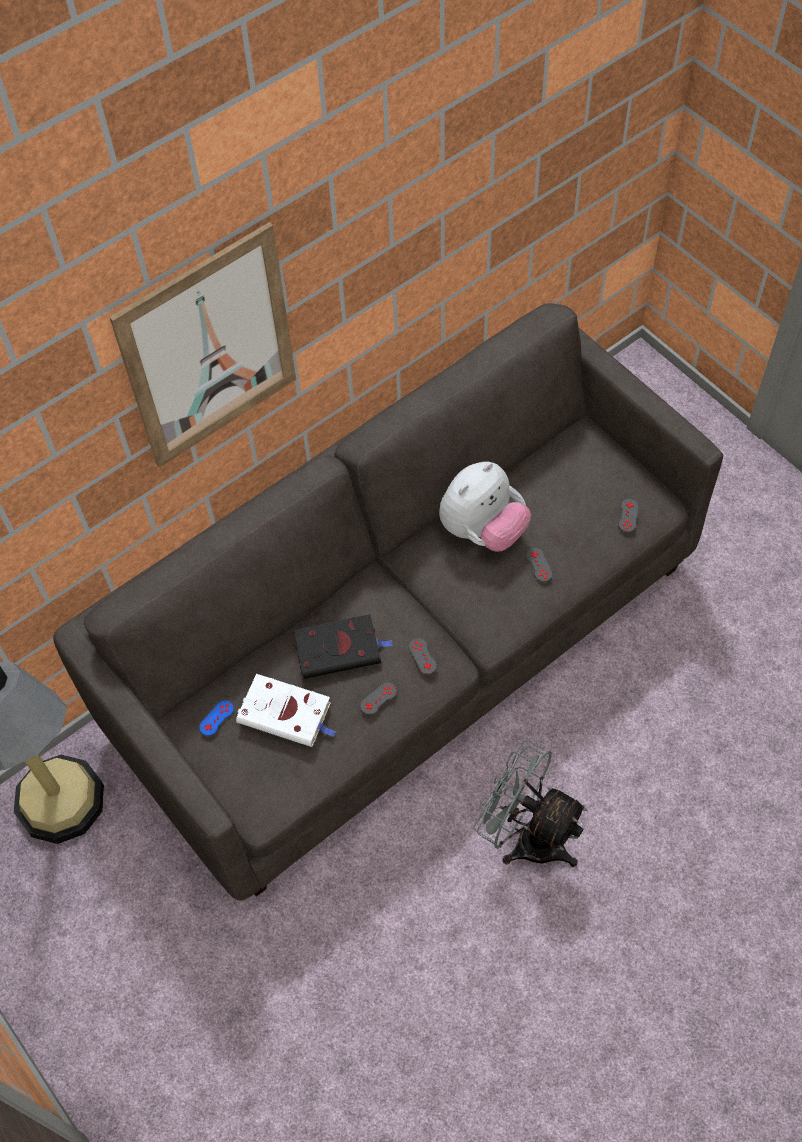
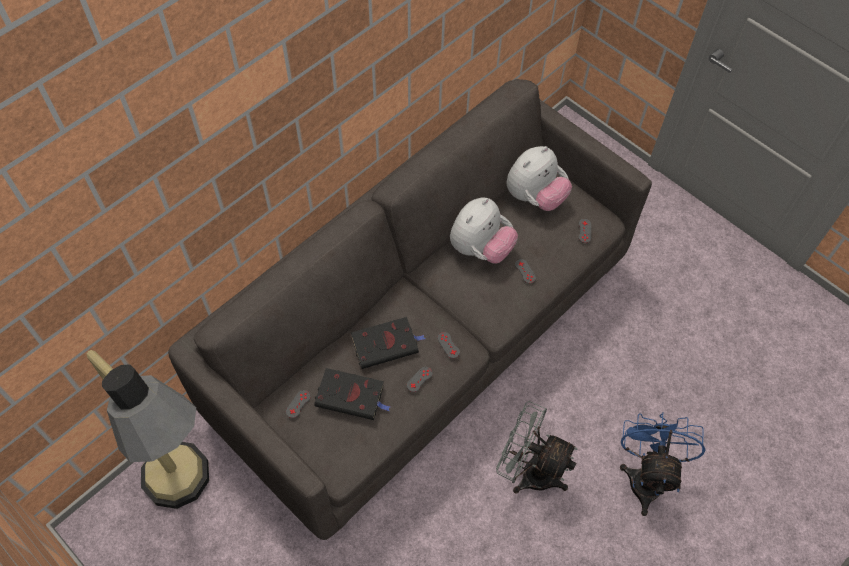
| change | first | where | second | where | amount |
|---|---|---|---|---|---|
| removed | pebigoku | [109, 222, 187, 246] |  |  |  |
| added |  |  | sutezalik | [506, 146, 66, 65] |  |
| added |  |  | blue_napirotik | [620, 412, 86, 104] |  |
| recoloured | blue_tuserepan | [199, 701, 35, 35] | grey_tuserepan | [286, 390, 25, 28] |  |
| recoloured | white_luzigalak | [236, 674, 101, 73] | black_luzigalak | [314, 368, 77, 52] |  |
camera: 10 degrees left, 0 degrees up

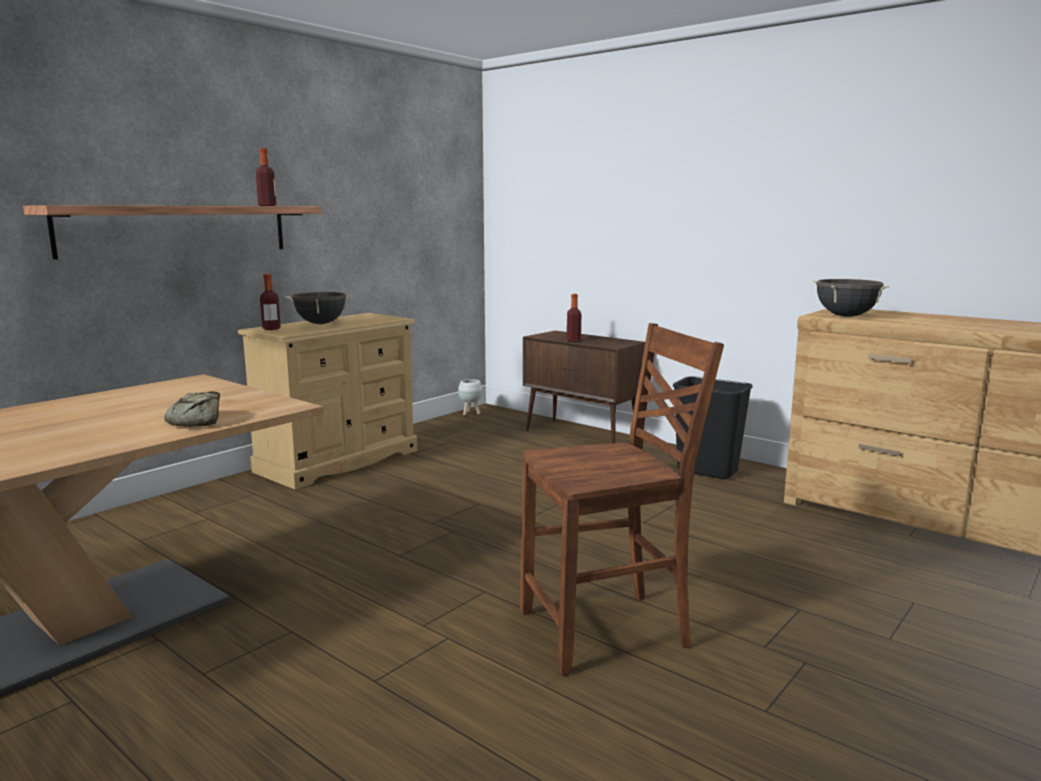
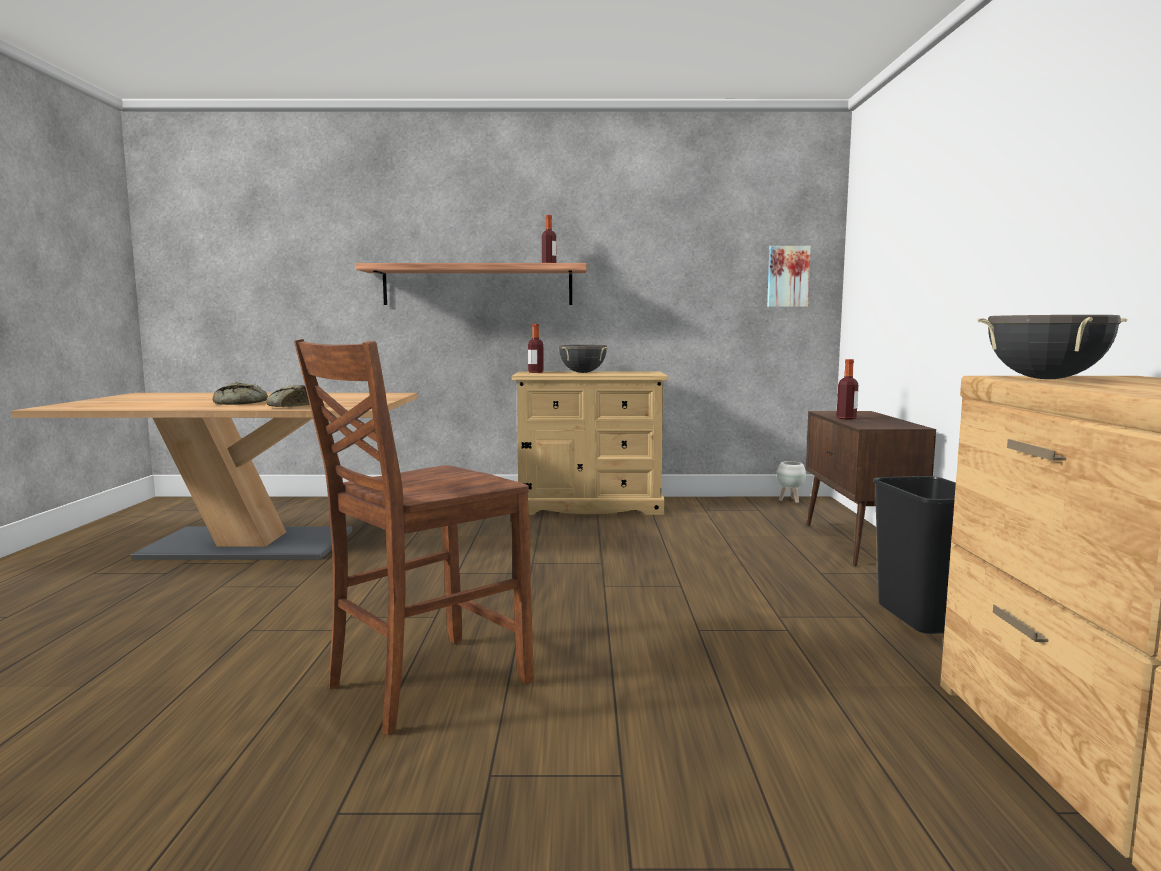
| change | first | where | second | where | amount |
|---|---|---|---|---|---|
| added |  |  | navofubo | [212, 382, 56, 23] |  |
| added |  |  | pebigoku | [767, 246, 44, 61] |  |
| turned | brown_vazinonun | [520, 323, 204, 353] |  | [294, 339, 240, 396] | 105 degrees clockwise |
camera: 50 degrees right, 5 degrees down

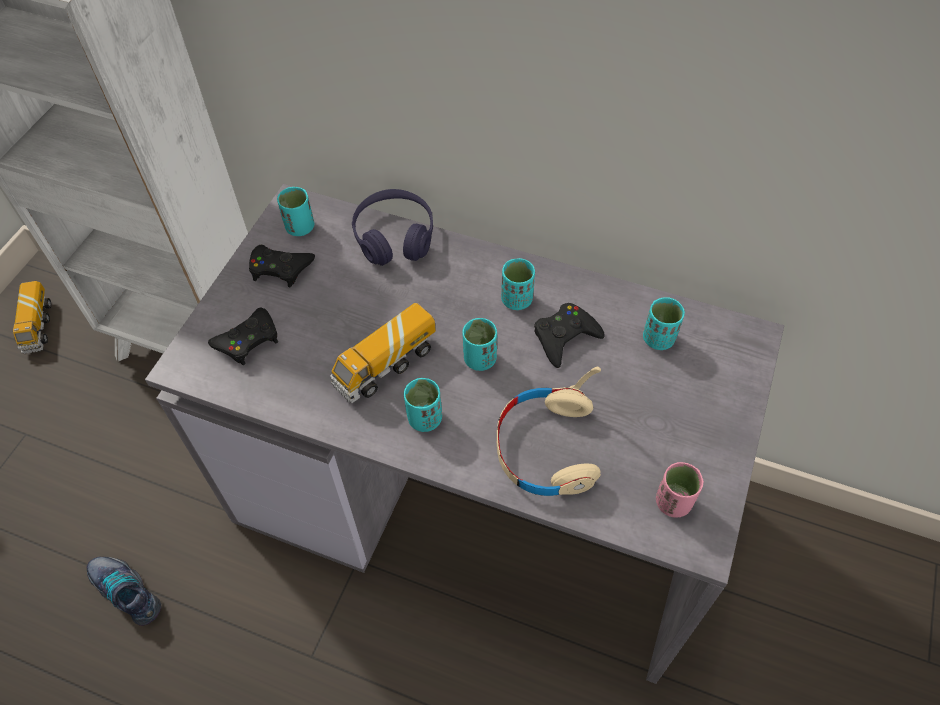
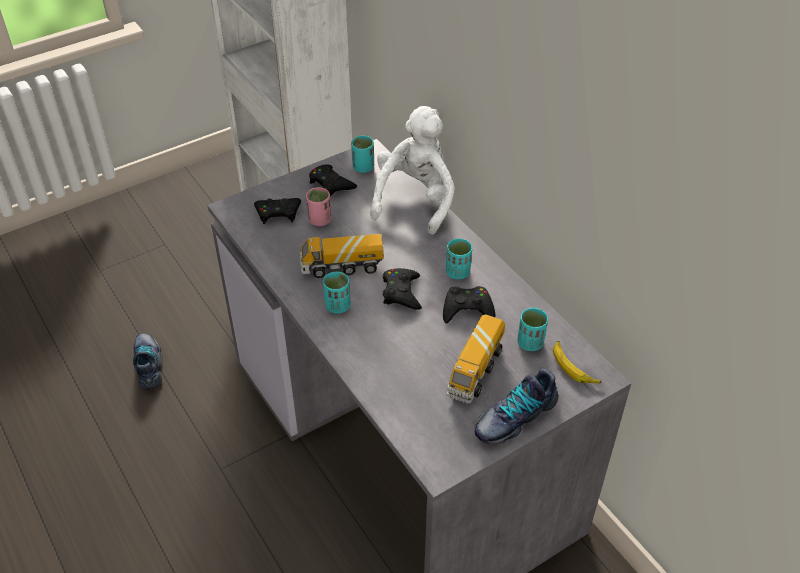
| change | first | where | second | where | amount |
|---|---|---|---|---|---|
| removed | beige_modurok | [497, 367, 104, 129] |  |  |  |
| added |  |  | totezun | [475, 369, 83, 76] |  |
| added |  |  | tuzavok | [553, 341, 49, 43] |  |
| moved | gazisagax | [13, 281, 39, 73] |  | [446, 314, 59, 90] |  |
| moved | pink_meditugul | [656, 462, 47, 56] |  | [306, 187, 26, 39] |  |
| replaced | purple_modurok | [352, 189, 81, 77] | white_sutezalik | [370, 106, 85, 129] |  |
| replaced | turquoise_meditugul | [462, 318, 35, 53] | black_tuserepan | [383, 268, 39, 42] |  |
camera: 35 degrees right, 10 degrees down

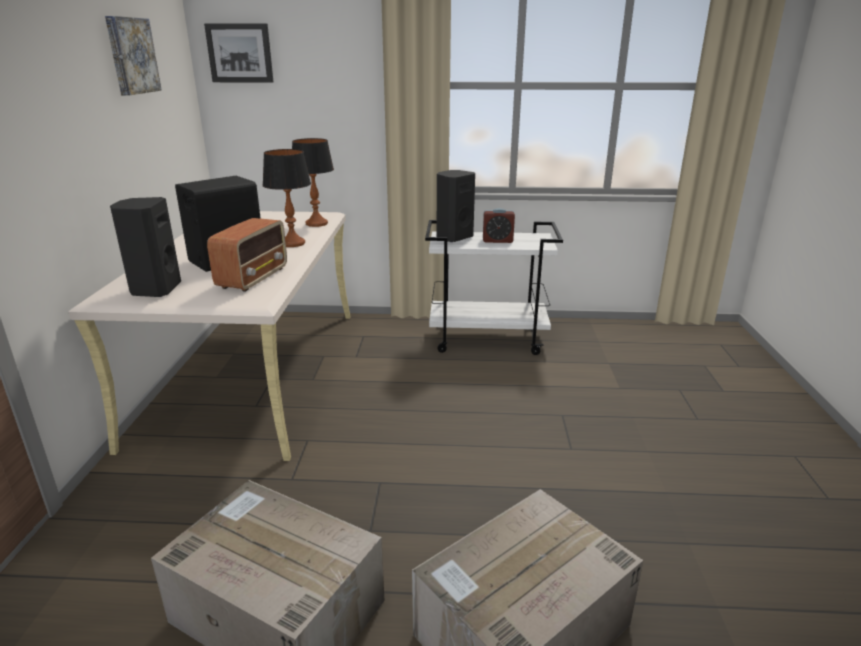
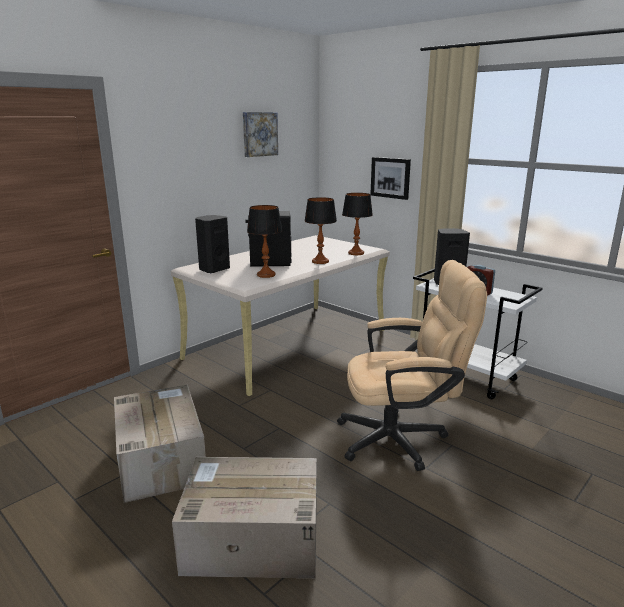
| change | first | where | second | where | amount |
|---|---|---|---|---|---|
| added |  |  | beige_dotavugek | [337, 260, 150, 211] |  |
| moved | pebigoku | [204, 23, 69, 60] |  | [371, 157, 40, 43] |  |
| replaced | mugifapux | [207, 218, 80, 74] | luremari | [247, 205, 36, 73] |  |
camera: 40 degrees right, 5 degrees down

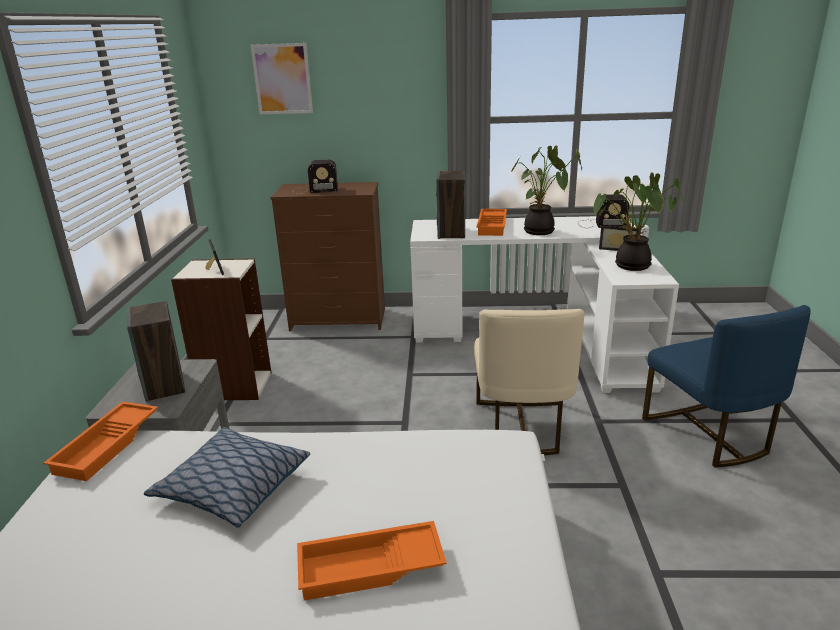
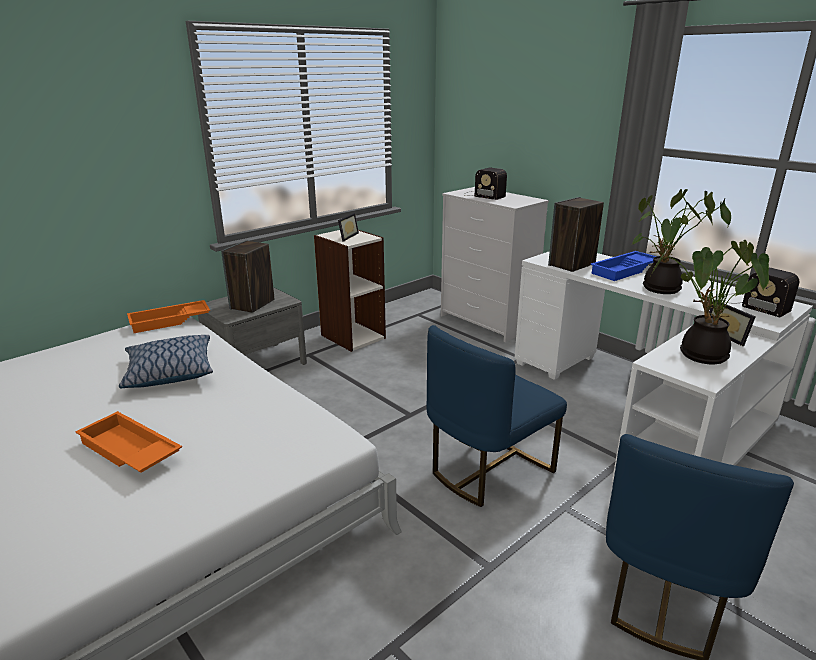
| change | first | where | second | where | amount |
|---|---|---|---|---|---|
| removed | pebigoku | [250, 43, 63, 71] |  |  |  |
| recoloured | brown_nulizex | [270, 182, 115, 149] | white_nulizex | [441, 187, 108, 155] |  |
| recoloured | beige_vazinonun | [474, 309, 111, 146] | blue_vazinonun | [426, 325, 141, 182] |  |
| recoloured | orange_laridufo | [476, 209, 31, 27] | blue_laridufo | [590, 251, 67, 30] |  |
camera: 45 degrees right, 0 degrees up

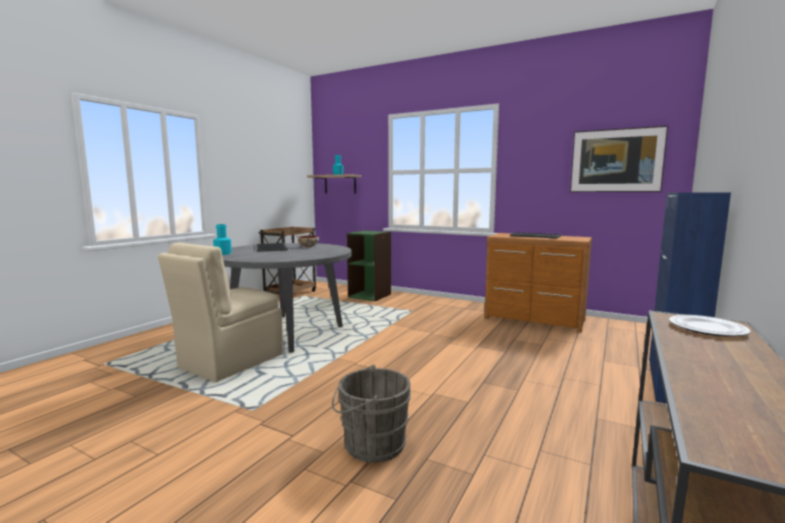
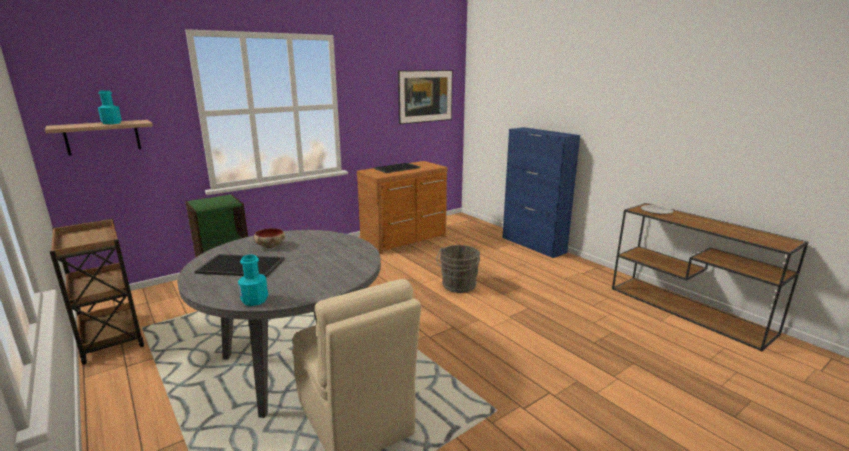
| change | first | where | second | where | amount |
|---|---|---|---|---|---|
| moved | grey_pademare | [332, 365, 79, 98] |  | [436, 245, 44, 48] |  |
camera: 65 degrees left, 10 degrees up

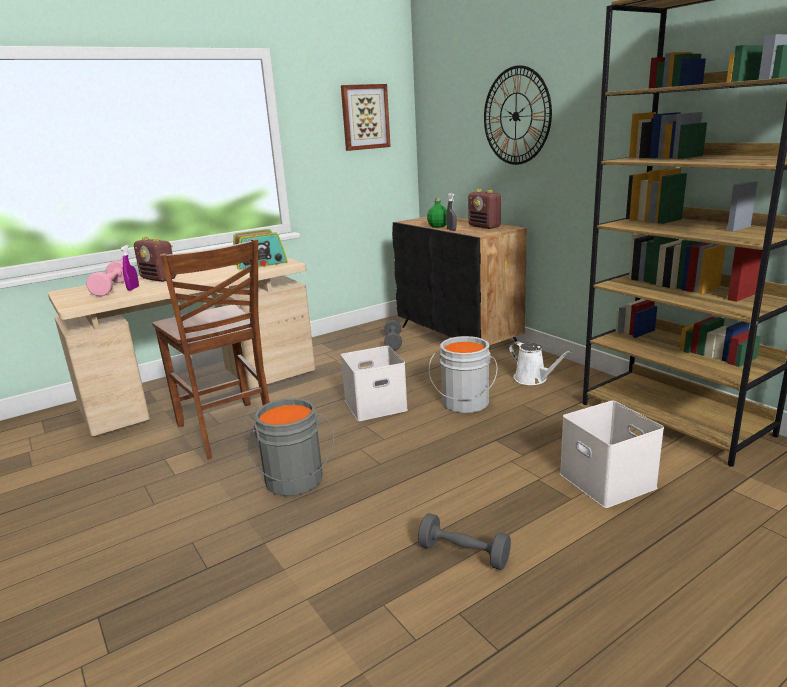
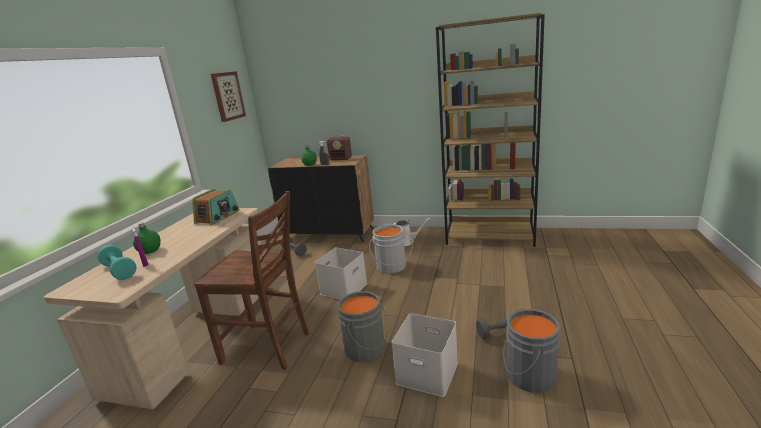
| change | first | where | second | where | amount |
|---|---|---|---|---|---|
| removed | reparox | [484, 65, 68, 100] |  |  |  |
| added |  |  | grey_pademare | [503, 309, 58, 84] |  |
| moved | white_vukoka | [560, 401, 104, 107] |  | [391, 313, 67, 84] |  |
| replaced | mugifapux | [134, 237, 42, 45] | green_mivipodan | [133, 223, 28, 31] |  |
| recoloured | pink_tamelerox | [86, 260, 39, 36] | turquoise_tamelerox | [97, 245, 40, 35] |  |
camera: 40 degrees left, 0 degrees up

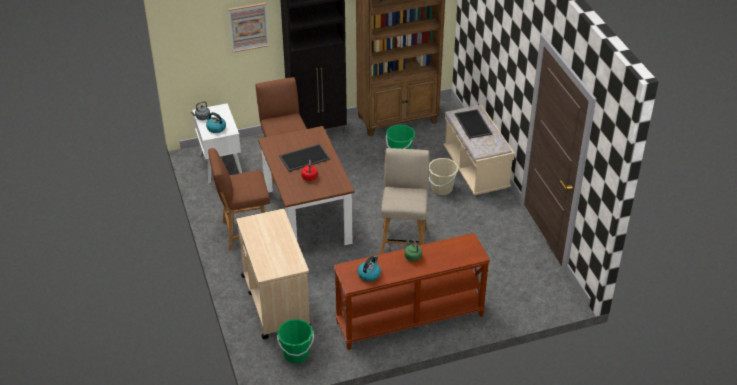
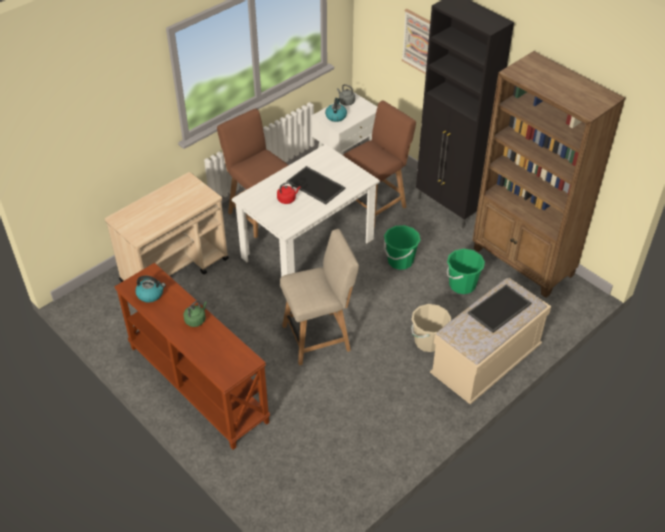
| change | first | where | second | where | amount |
|---|---|---|---|---|---|
| moved | green_pademare | [277, 319, 37, 44] |  | [384, 225, 37, 45] |  |
| recoloured | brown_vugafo | [258, 126, 97, 120] | white_vugafo | [232, 144, 148, 148] |  |
camera: 65 degrees right, 5 degrees up

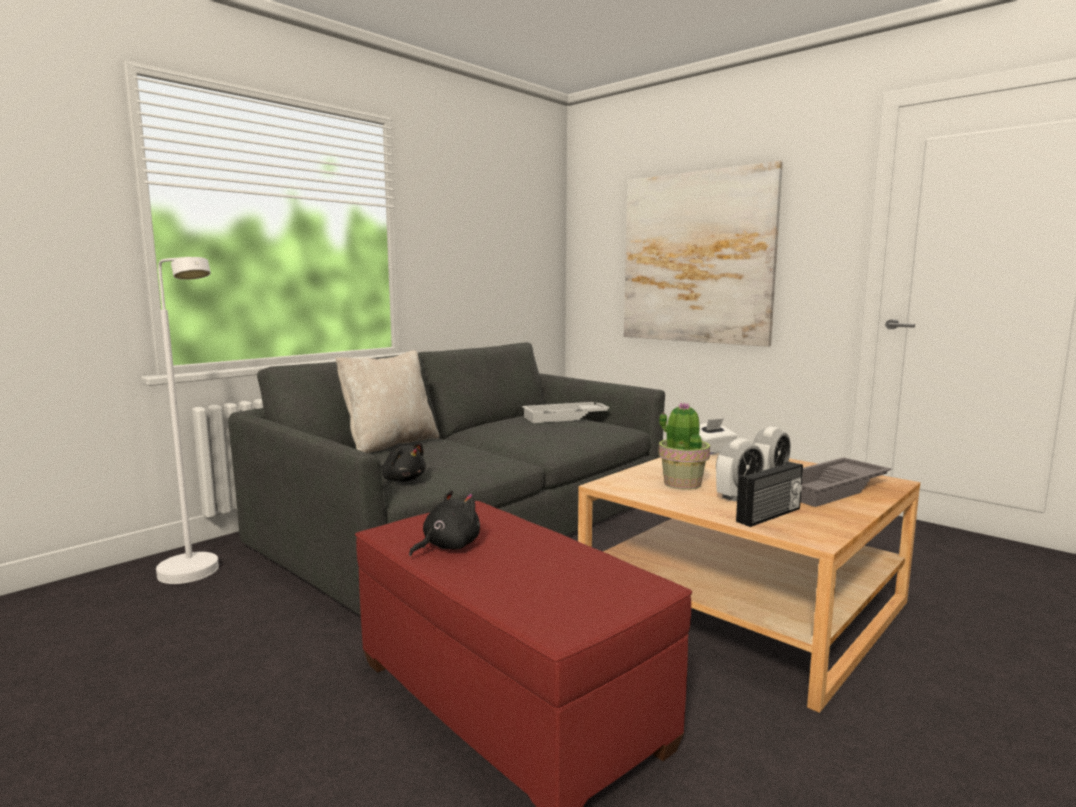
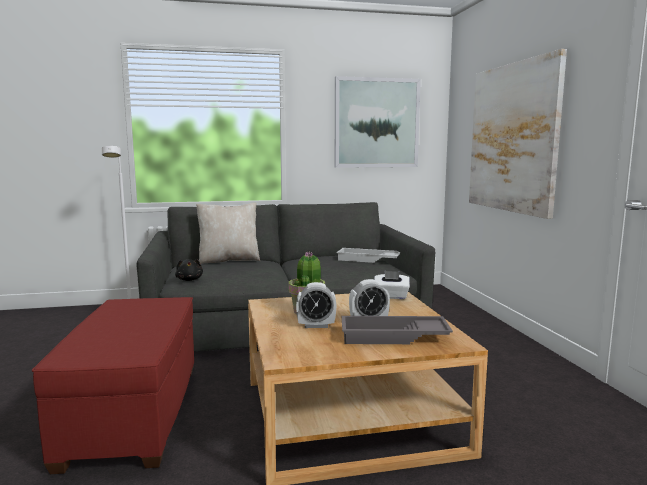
| change | first | where | second | where | amount |
|---|---|---|---|---|---|
| removed | black_sutezalik | [409, 490, 71, 66] |  |  |  |
| removed | mugifapux | [736, 461, 67, 66] |  |  |  |
| added |  |  | pebigoku | [335, 76, 86, 92] |  |
camera: 35 degrees right, 0 degrees up

